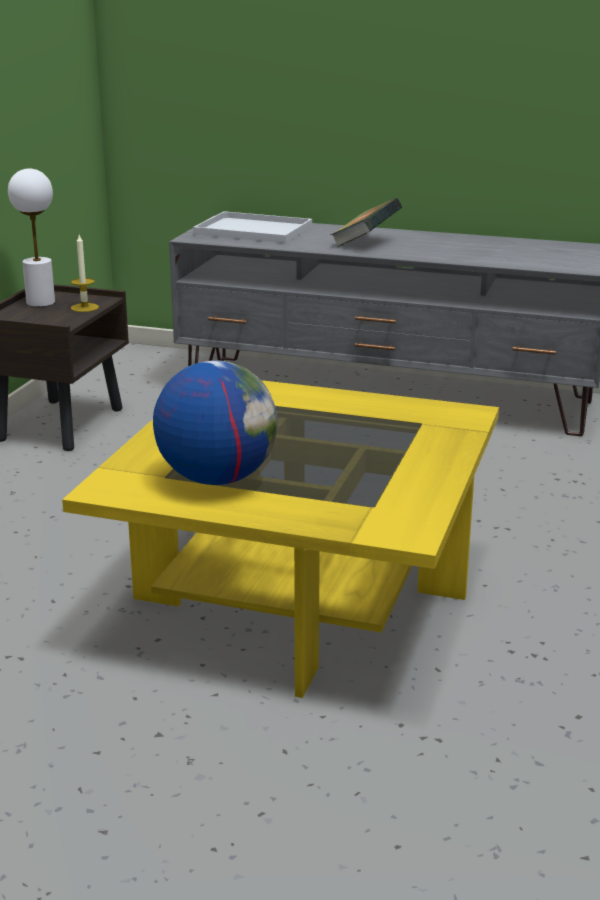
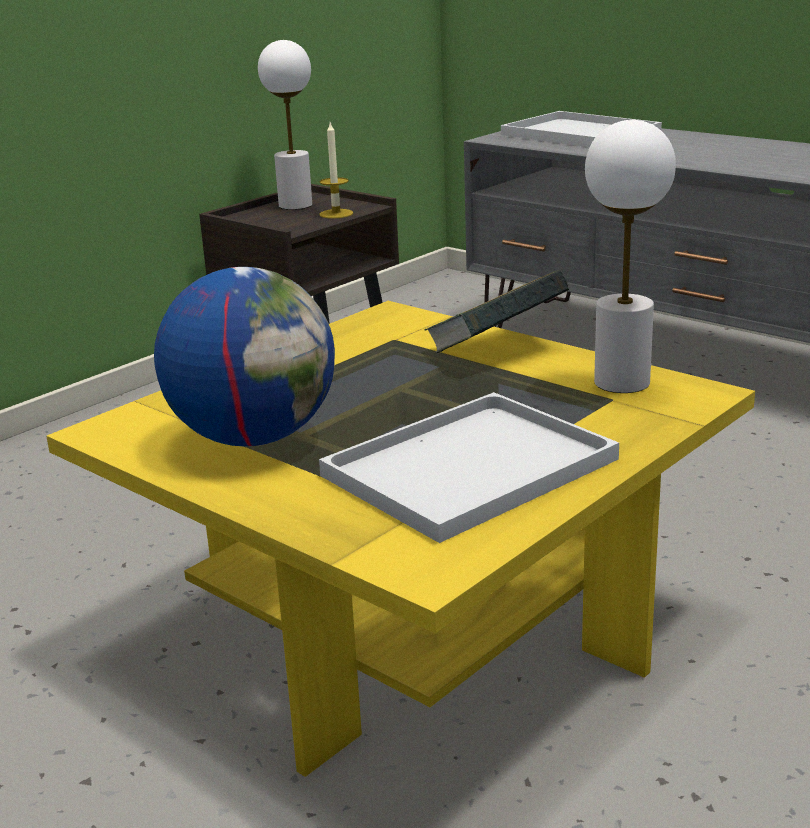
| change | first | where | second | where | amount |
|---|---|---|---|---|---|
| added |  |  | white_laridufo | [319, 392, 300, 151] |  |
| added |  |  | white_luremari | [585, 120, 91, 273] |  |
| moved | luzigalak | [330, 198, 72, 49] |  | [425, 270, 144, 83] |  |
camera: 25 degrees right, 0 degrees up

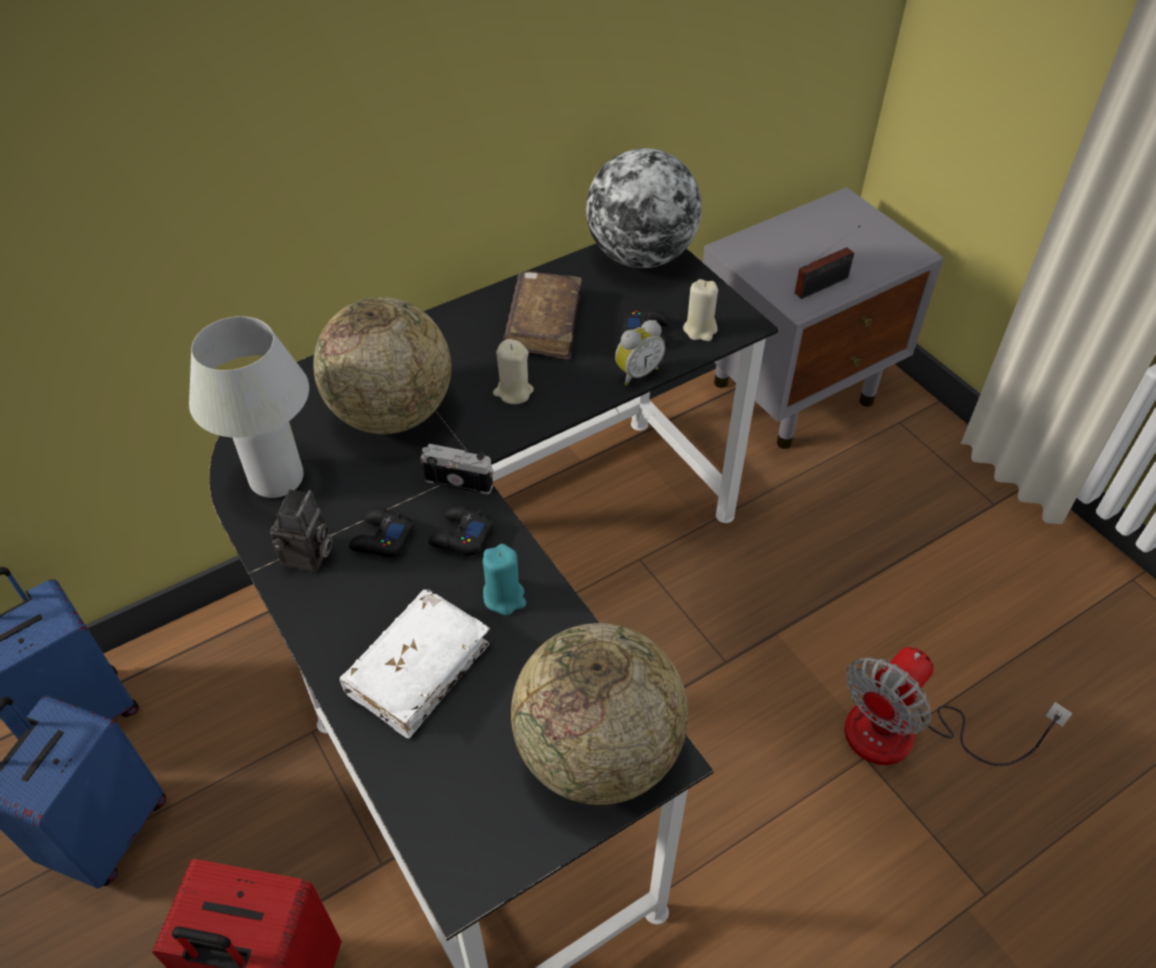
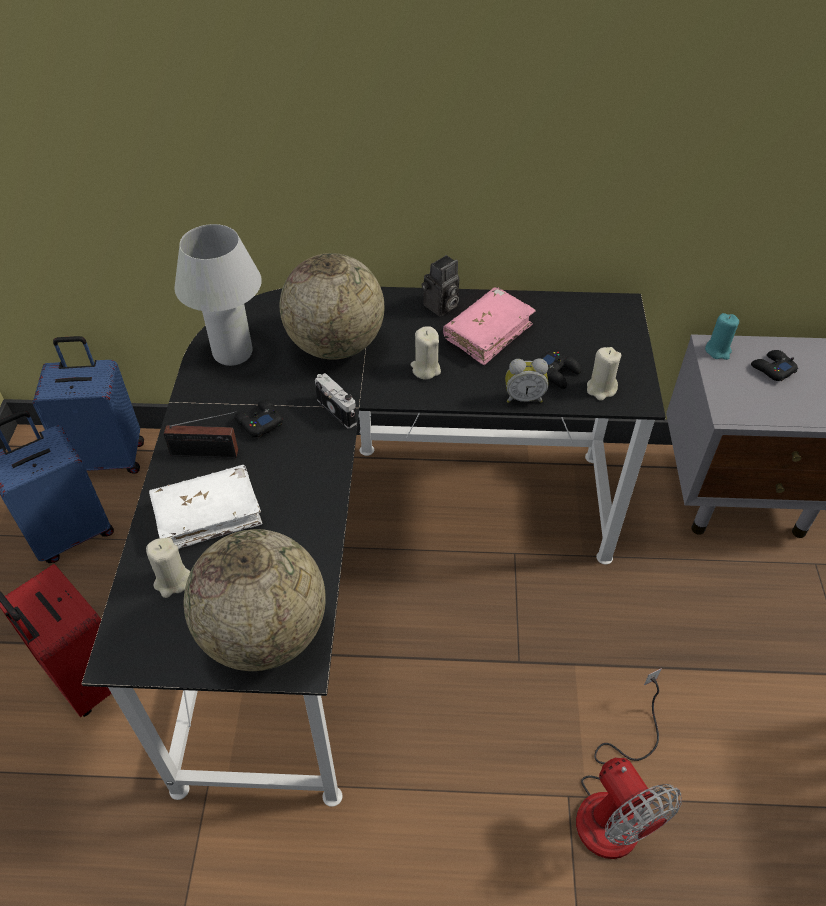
| change | first | where | second | where | amount |
|---|---|---|---|---|---|
| removed | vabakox | [586, 148, 116, 120] |  |  |  |
| added |  |  | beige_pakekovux | [146, 538, 45, 60] |  |
| moved | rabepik | [270, 489, 62, 83] |  | [421, 255, 38, 61] |  |
| moved | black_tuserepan | [429, 505, 65, 50] |  | [751, 350, 47, 31] |  |
| moved | turquoise_pakekovux | [483, 544, 43, 71] |  | [705, 313, 34, 47] |  |
| moved | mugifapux | [795, 226, 65, 73] |  | [164, 411, 74, 47] |  |
| recoloured | brown_luzigalak | [503, 271, 78, 88] | pink_luzigalak | [443, 287, 93, 78] |  |
| turned | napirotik | [844, 647, 229, 119] |  | [576, 668, 106, 191] | 105 degrees counterclockwise |
camera: 35 degrees right, 0 degrees up

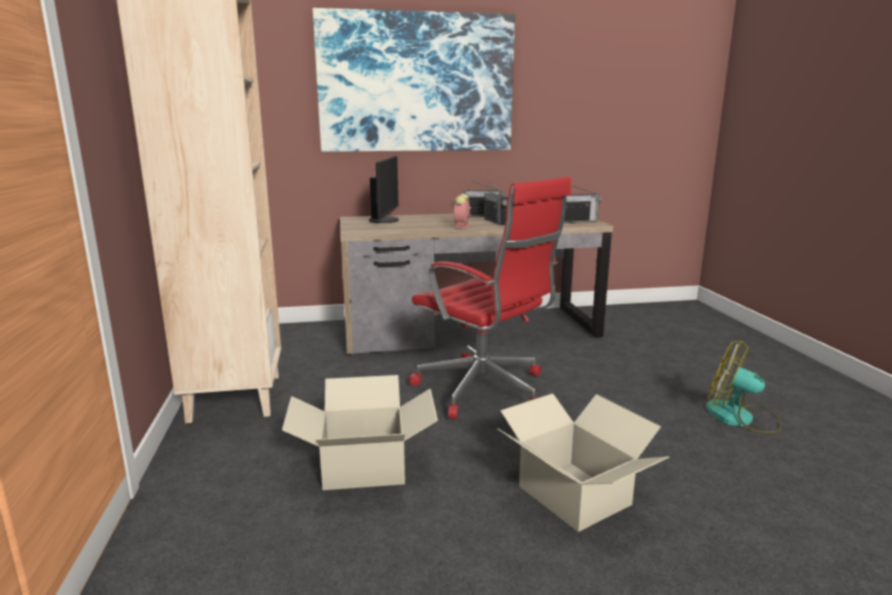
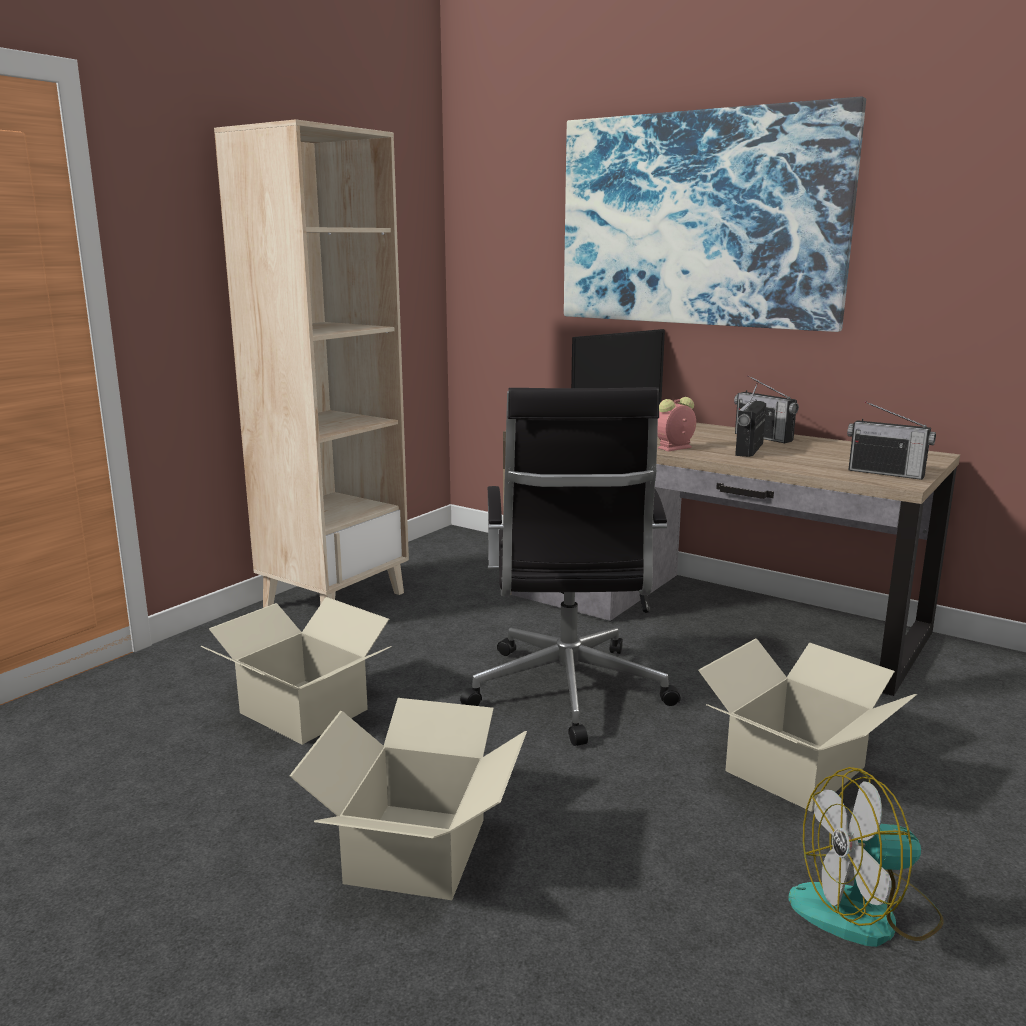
| change | first | where | second | where | amount |
|---|---|---|---|---|---|
| added |  |  | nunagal | [698, 638, 219, 174] |  |
| recoloured | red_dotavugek | [409, 177, 162, 242] | black_dotavugek | [460, 387, 221, 359] |  |
| turned | napirotik | [706, 341, 75, 92] |  | [788, 767, 156, 180] | 90 degrees counterclockwise |
camera: 45 degrees right, 0 degrees up

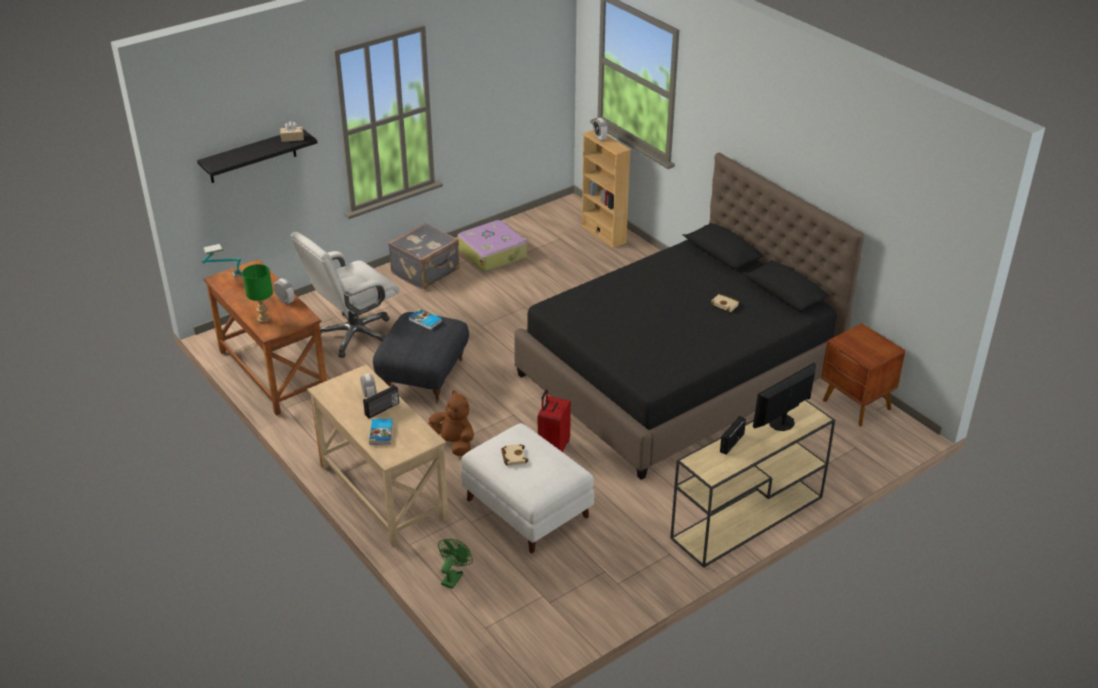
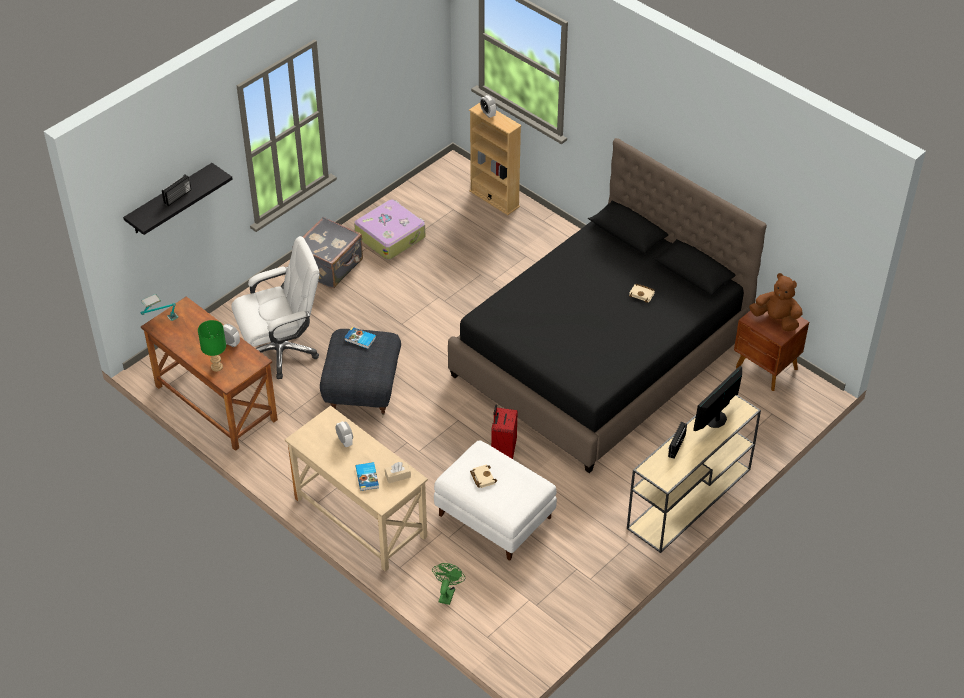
| change | first | where | second | where | amount |
|---|---|---|---|---|---|
| moved | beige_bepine | [280, 121, 24, 21] |  | [385, 462, 26, 21] |  |
| moved | mugifapux | [363, 384, 36, 34] |  | [162, 174, 29, 32] |  |
| moved | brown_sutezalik | [427, 390, 47, 66] |  | [749, 273, 54, 58] |  |
| turned | white_dotavugek | [291, 232, 109, 126] |  | [231, 236, 88, 143] | 150 degrees counterclockwise |
camera: 10 degrees left, 10 degrees up

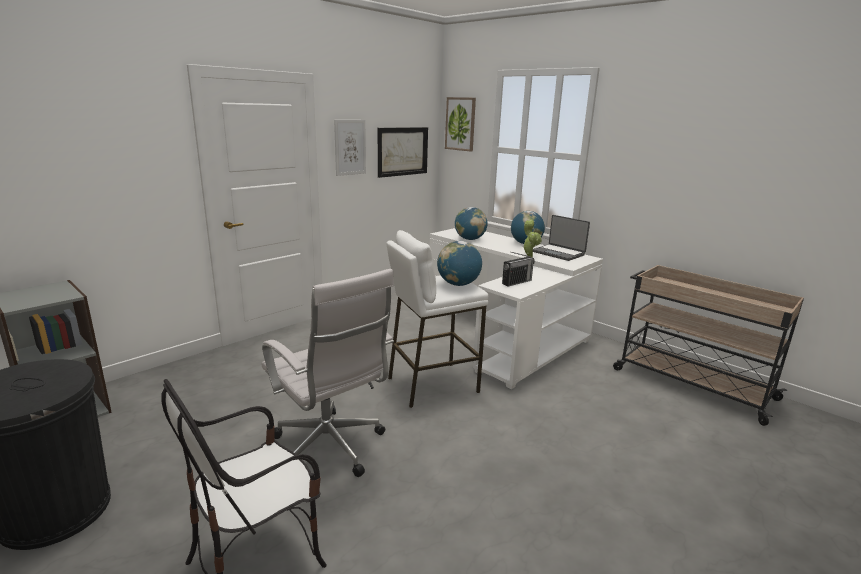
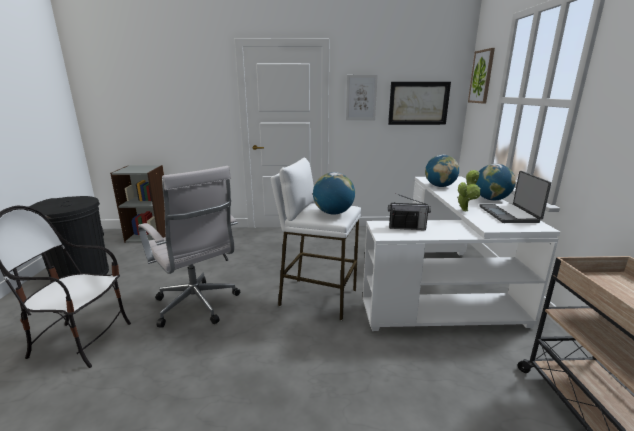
| change | first | where | second | where | amount |
|---|---|---|---|---|---|
| turned | white_dotavugek | [262, 269, 132, 208] |  | [138, 166, 102, 161] | 45 degrees counterclockwise |
camera: 45 degrees right, 0 degrees up

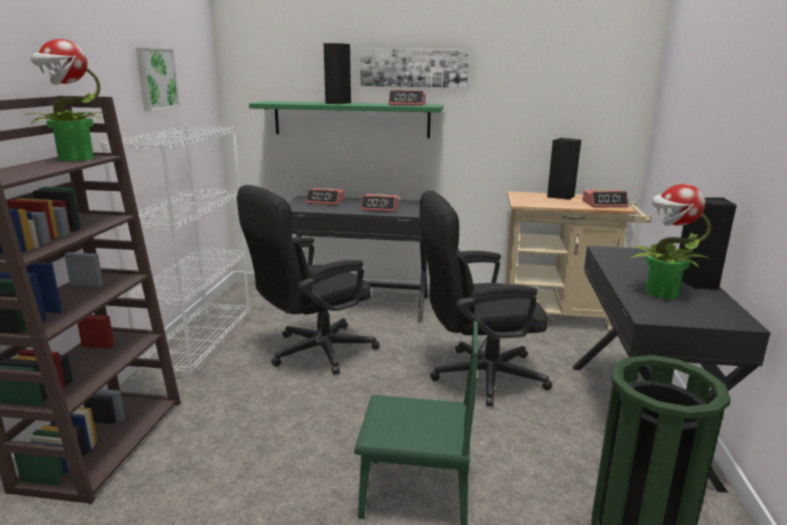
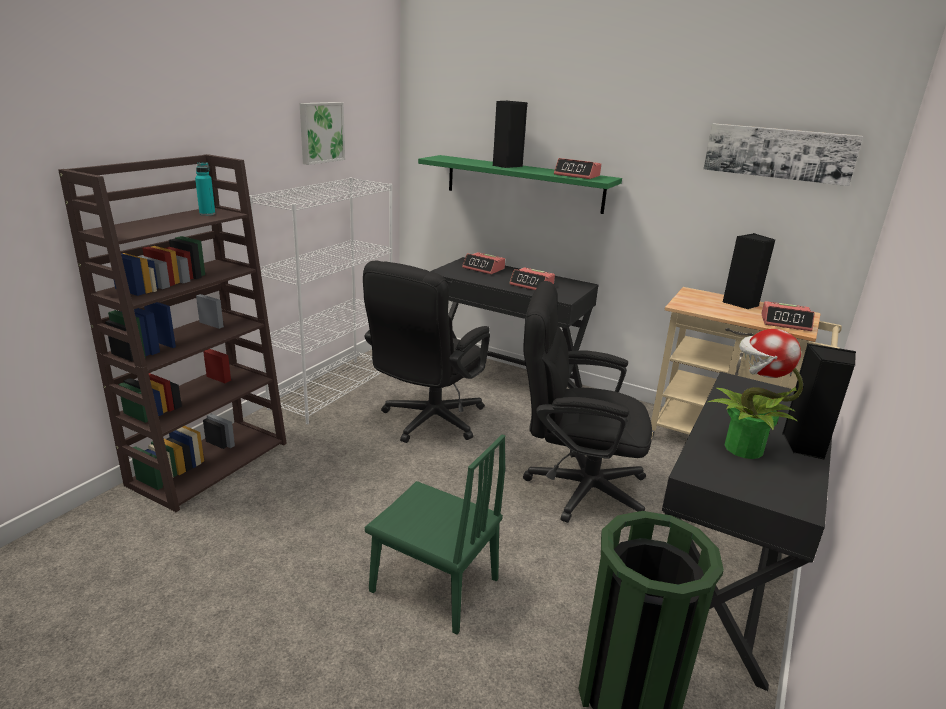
| change | first | where | second | where | amount |
|---|---|---|---|---|---|
| moved | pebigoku | [360, 48, 109, 40] |  | [703, 123, 160, 63] |  |
| replaced | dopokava | [25, 39, 83, 122] | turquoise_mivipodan | [195, 163, 20, 53] |  |
| turned | black_dotavugek | [237, 185, 143, 190] |  | [363, 261, 127, 182] | 45 degrees counterclockwise |
camera: 20 degrees right, 5 degrees up

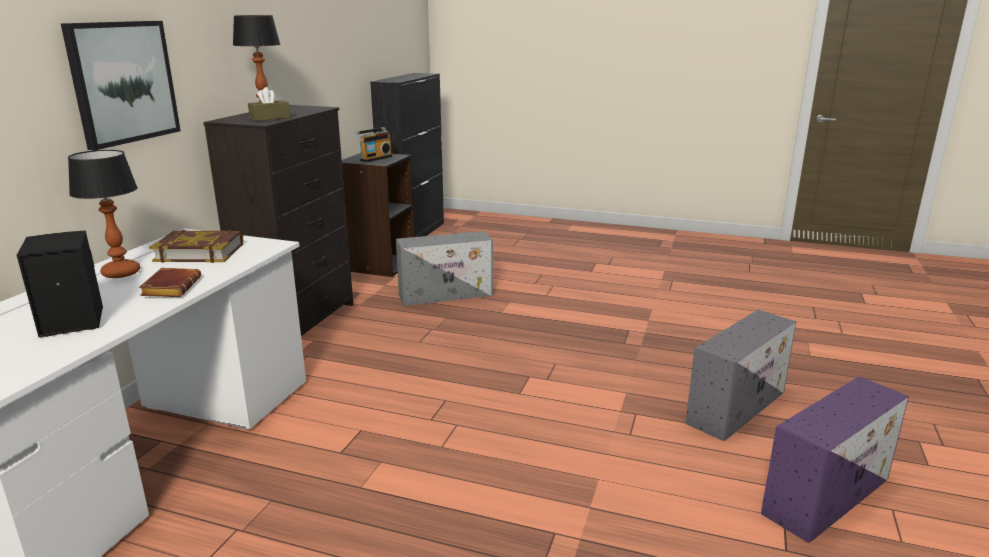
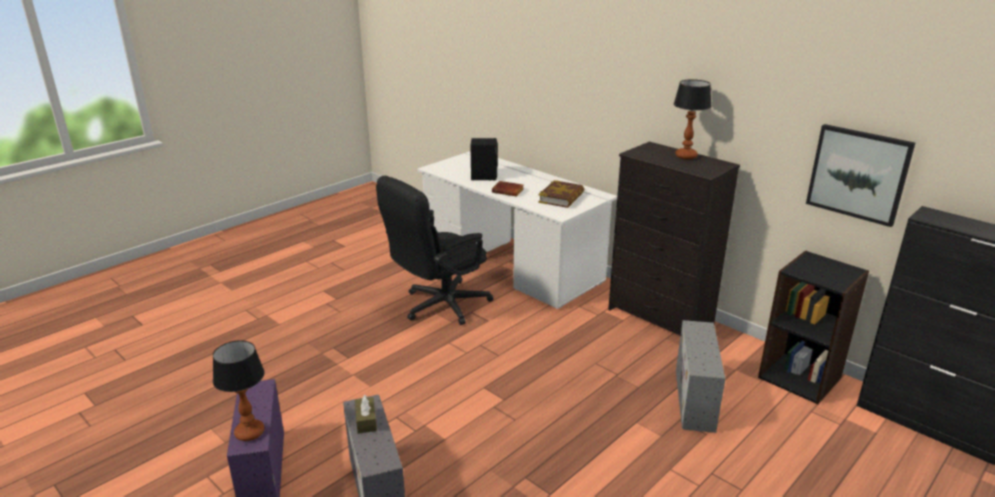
| change | first | where | second | where | amount |
|---|---|---|---|---|---|
| removed | mugifapux | [355, 127, 37, 35] |  |  |  |
| added |  |  | black_dotavugek | [376, 176, 117, 149] |  |
| moved | pebigoku | [61, 21, 120, 129] |  | [806, 124, 109, 103] |  |
| moved | luremari | [68, 150, 72, 128] |  | [213, 340, 52, 101] |  |
| moved | brown_bepine | [248, 87, 42, 34] |  | [355, 395, 22, 39] |  |
camera: 115 degrees right, 5 degrees up

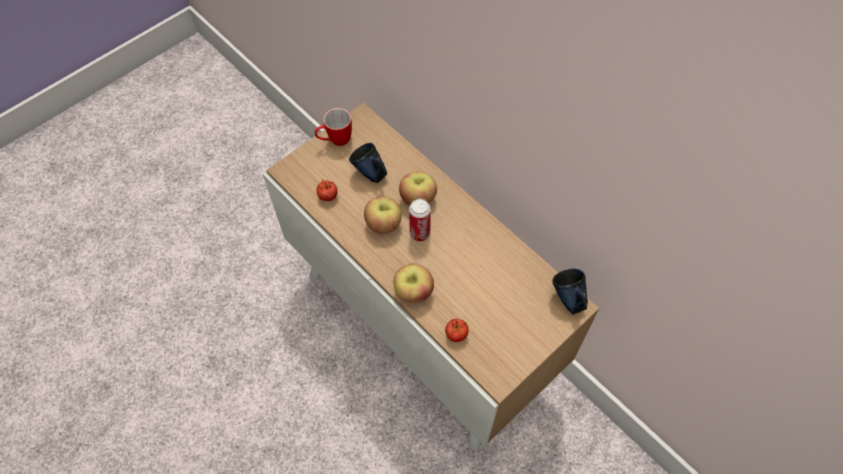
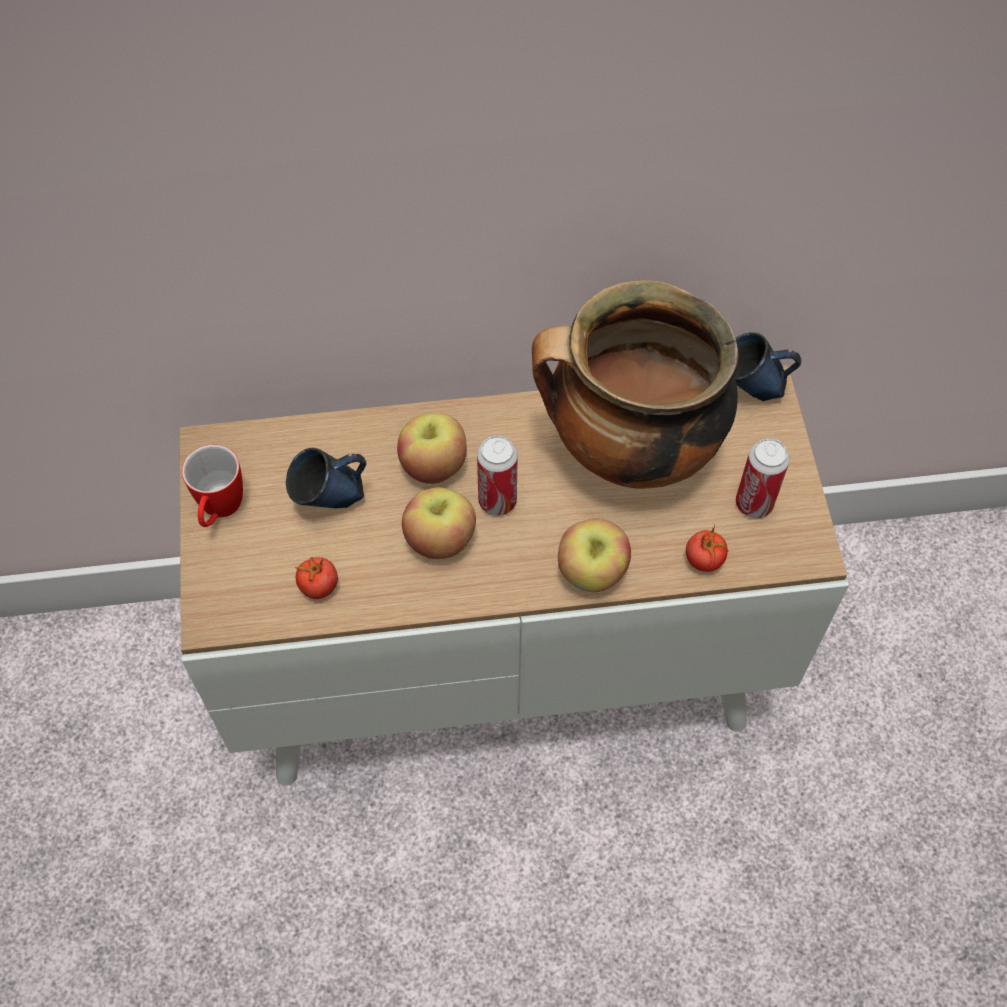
| change | first | where | second | where | amount |
|---|---|---|---|---|---|
| added |  |  | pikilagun | [532, 280, 207, 209] |  |
| added |  |  | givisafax | [736, 438, 54, 80] |  |
camera: 55 degrees left, 0 degrees up

